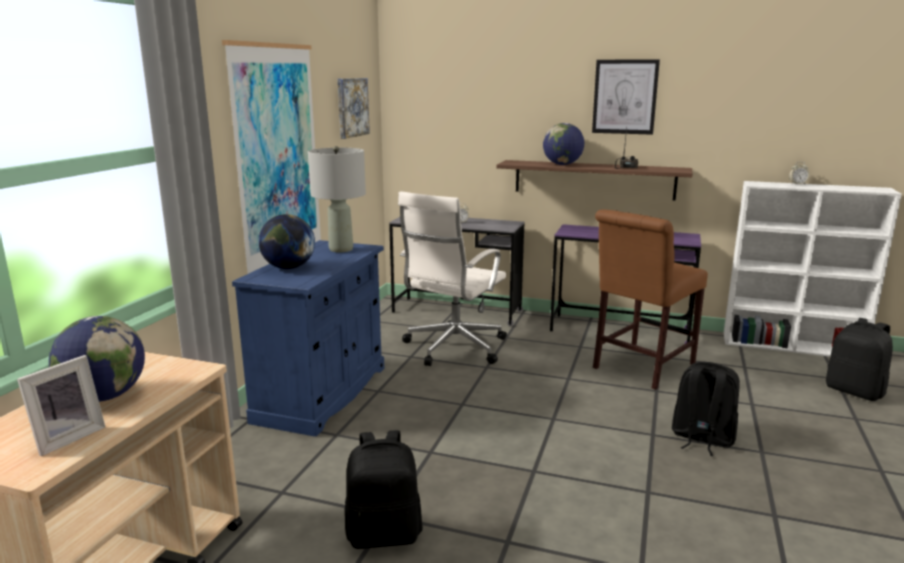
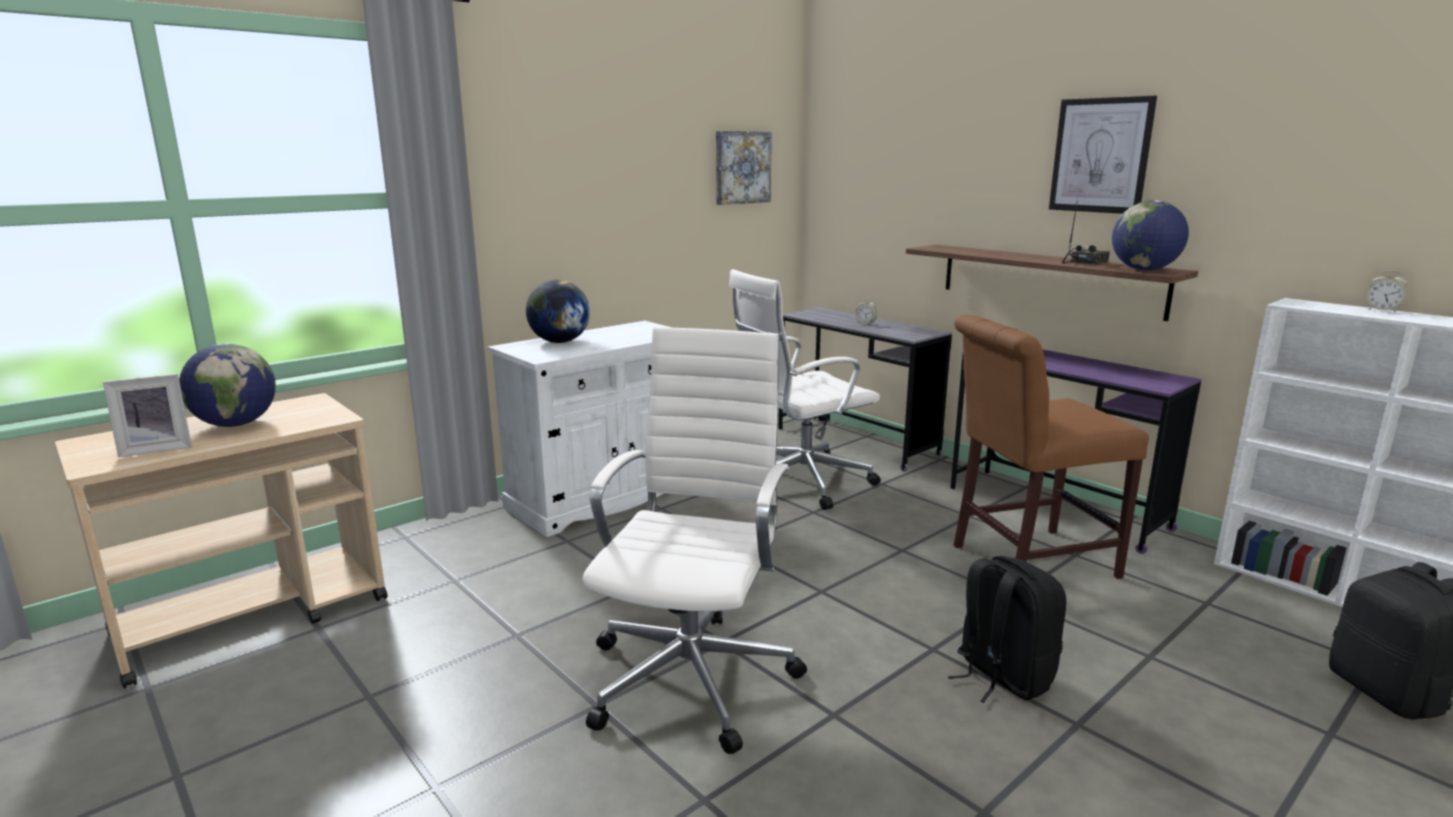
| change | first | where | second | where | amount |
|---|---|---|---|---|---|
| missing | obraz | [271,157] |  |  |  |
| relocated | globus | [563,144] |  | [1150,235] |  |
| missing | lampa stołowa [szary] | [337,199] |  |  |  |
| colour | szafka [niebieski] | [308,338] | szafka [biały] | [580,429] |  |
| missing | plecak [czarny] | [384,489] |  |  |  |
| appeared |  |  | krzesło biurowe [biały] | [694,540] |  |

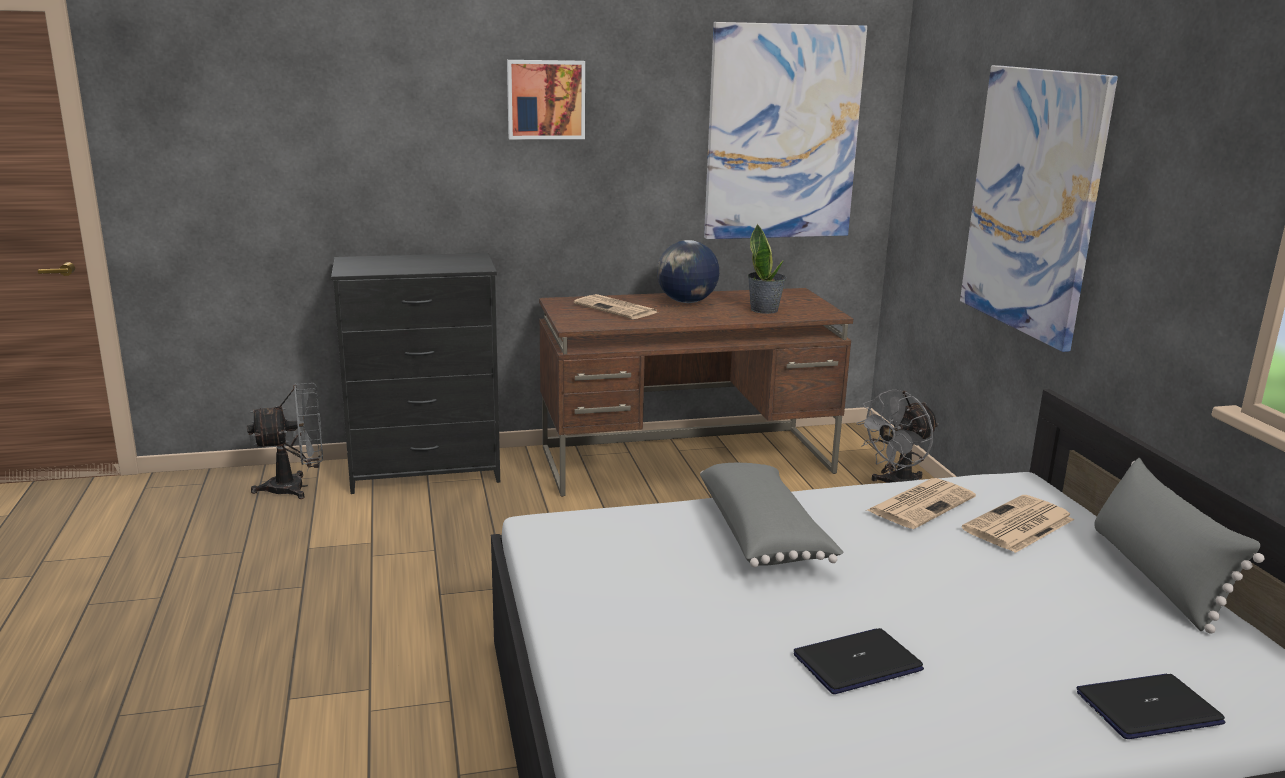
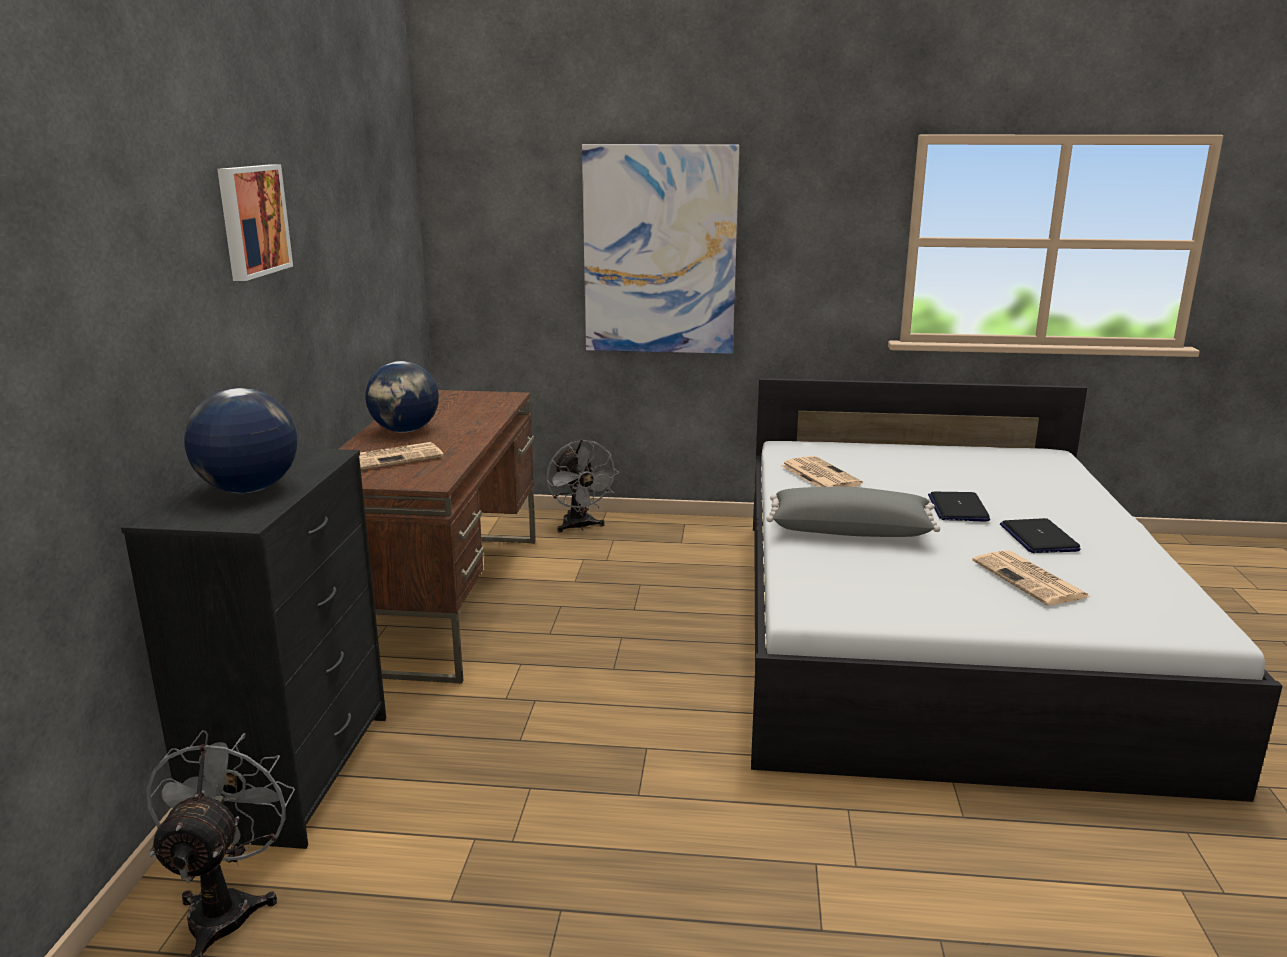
| change | first | where | second | where | amount |
|---|---|---|---|---|---|
| missing | obraz | [785,130] |  |  |  |
| missing | roślina doniczkowa | [767,269] |  |  |  |
| missing | poduszka [szary] | [1179,546] |  |  |  |
| relocated | gazeta | [1018,524] |  | [1031,577] |  |
| relocated | laptop | [1151,706] |  | [959,507] |  |
| appeared |  |  | globus | [240,440] |  |

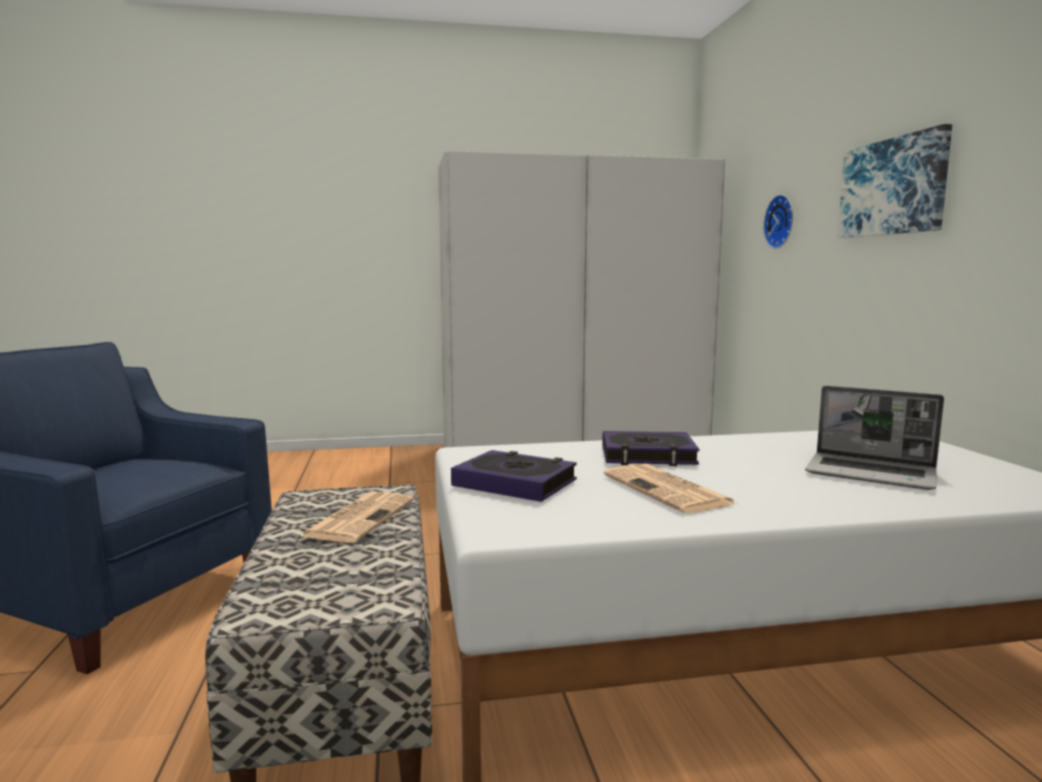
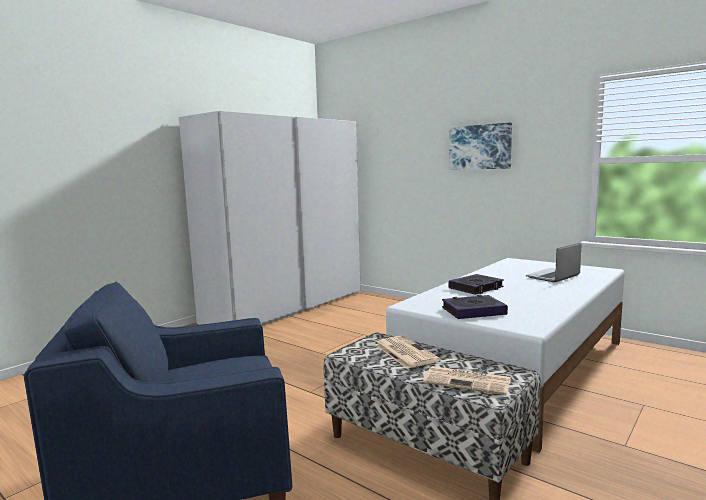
| change | first | where | second | where | amount |
|---|---|---|---|---|---|
| missing | zegar ścienny | [778,222] |  |  |  |
| spun | laptop | [874,438] |  | [554,262] | 150 degrees clockwise |
| relocated | gazeta | [670,488] |  | [467,381] |  |

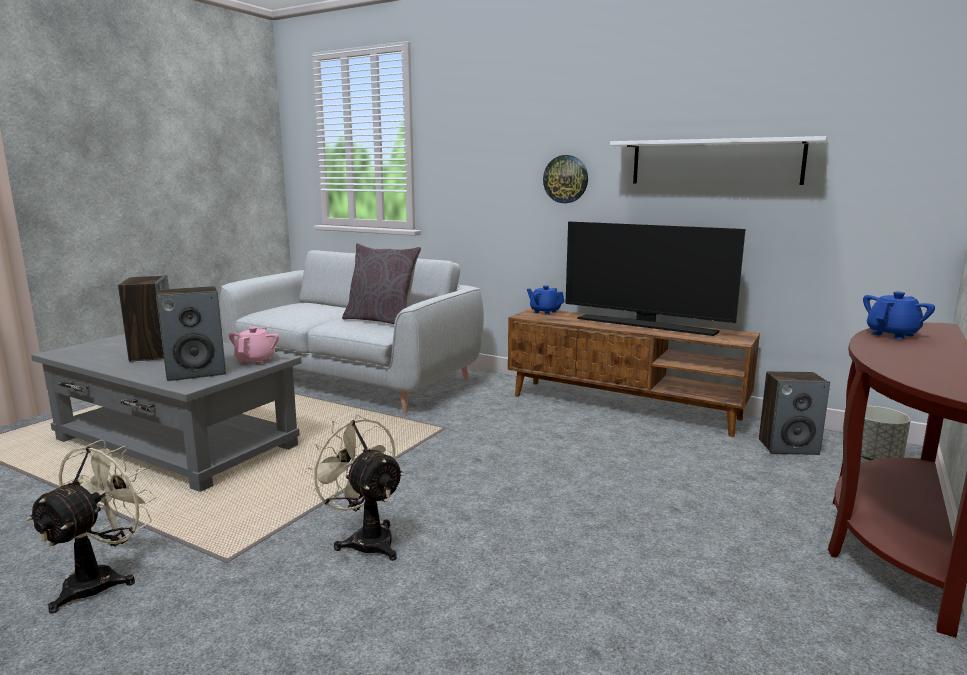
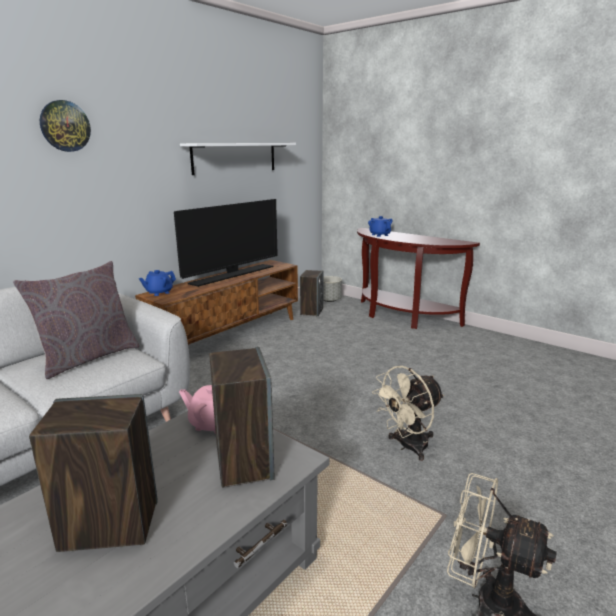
| change | first | where | second | where | amount |
|---|---|---|---|---|---|
| relocated | zegar ścienny | [565,179] |  | [65,126] |  |

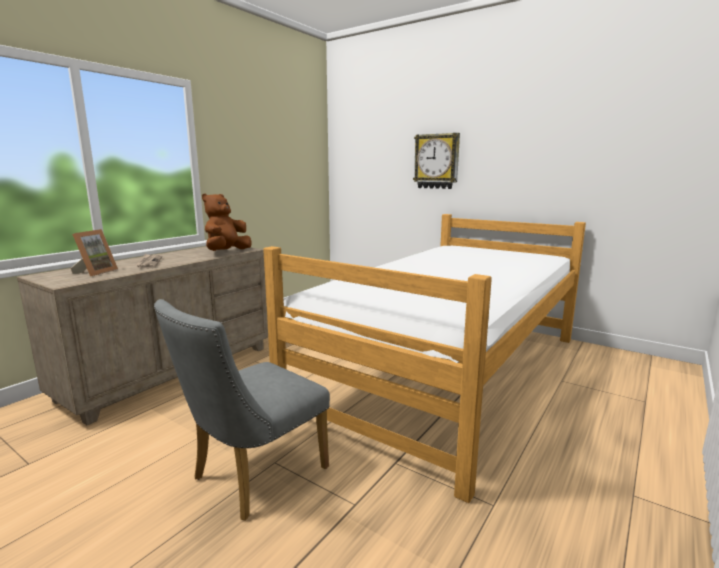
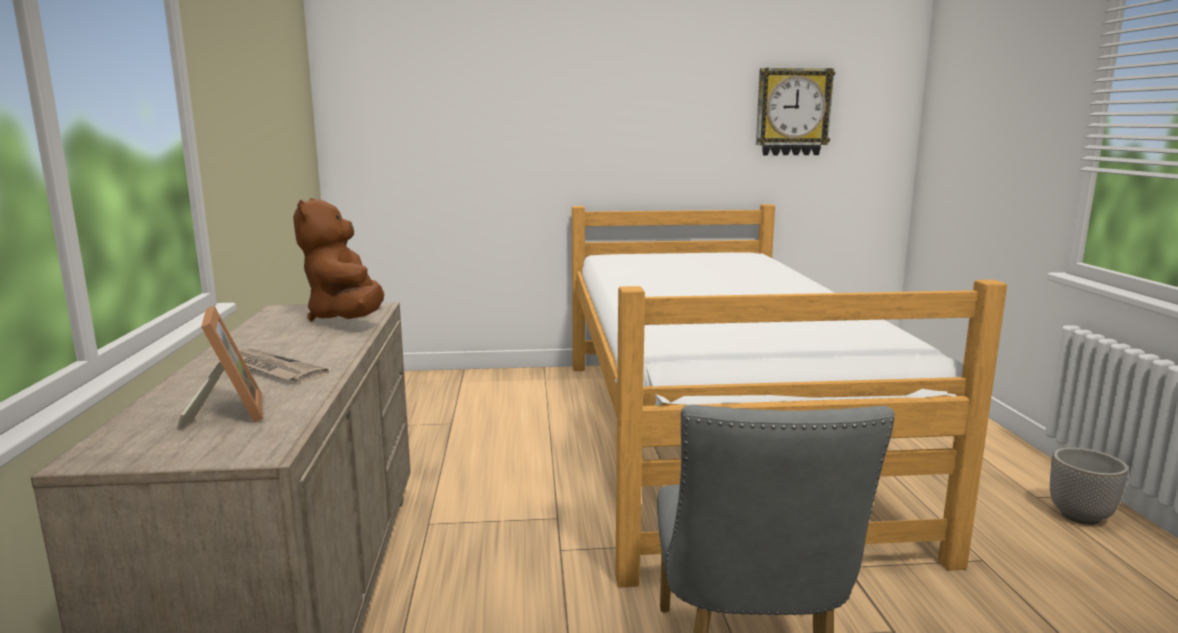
| change | first | where | second | where | amount |
|---|---|---|---|---|---|
| relocated | zegar ścienny | [436,161] |  | [795,111] |  |
| appeared |  |  | donica | [1089,486] |  |

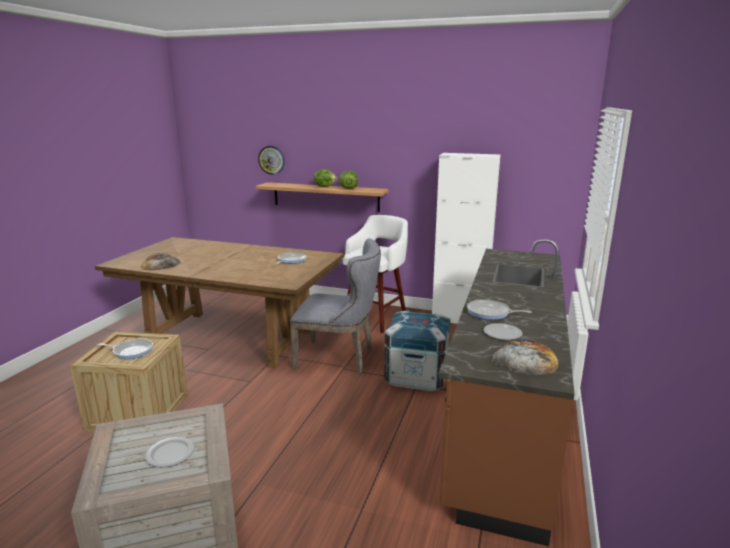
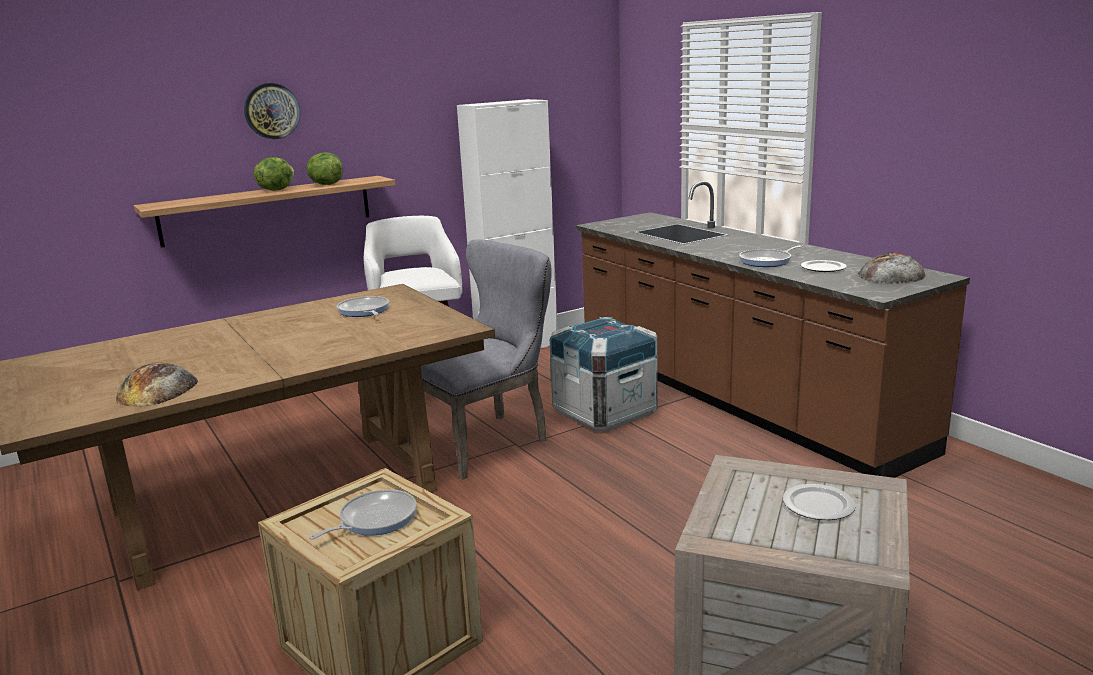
| change | first | where | second | where | amount |
|---|---|---|---|---|---|
| relocated | zegar ścienny | [271,160] |  | [272,111] |  |

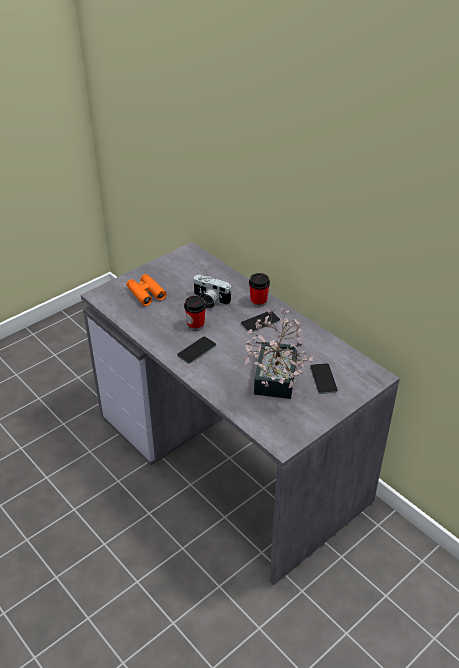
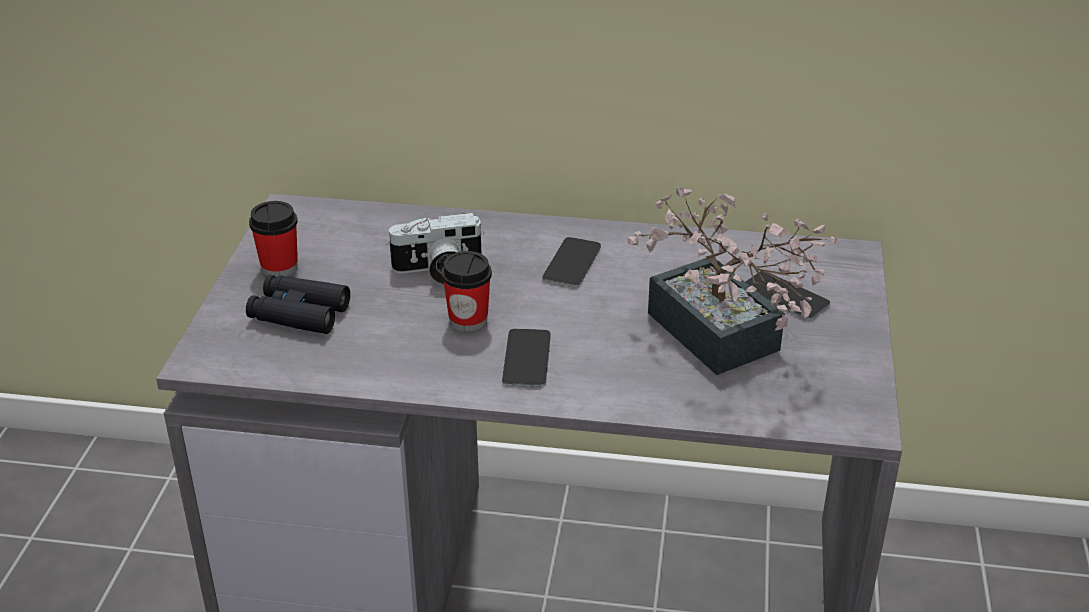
| change | first | where | second | where | amount |
|---|---|---|---|---|---|
| relocated | filiżanka | [259,290] |  | [273,239] |  |
| colour | lornetka [pomarańczowy] | [146,290] | lornetka [czarny] | [298,304] |  |

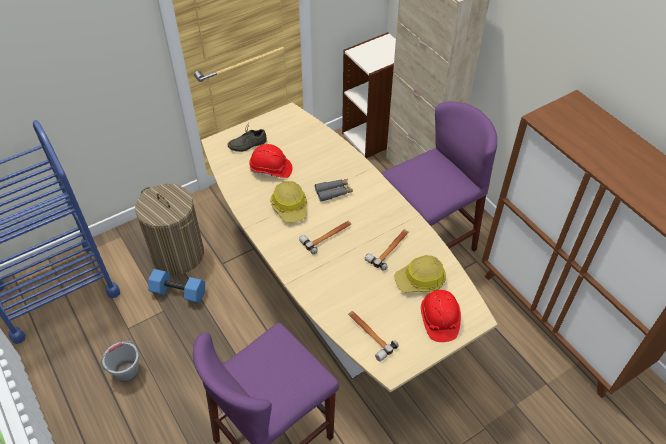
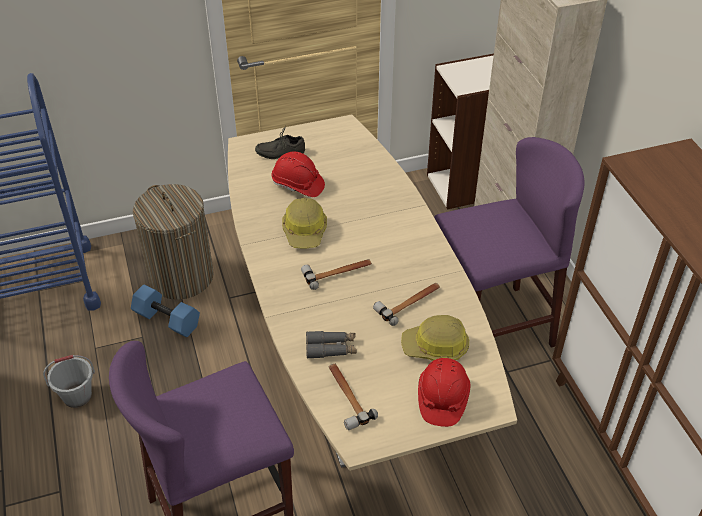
| change | first | where | second | where | amount |
|---|---|---|---|---|---|
| relocated | lornetka [szary] | [334,190] |  | [331,345] |  |

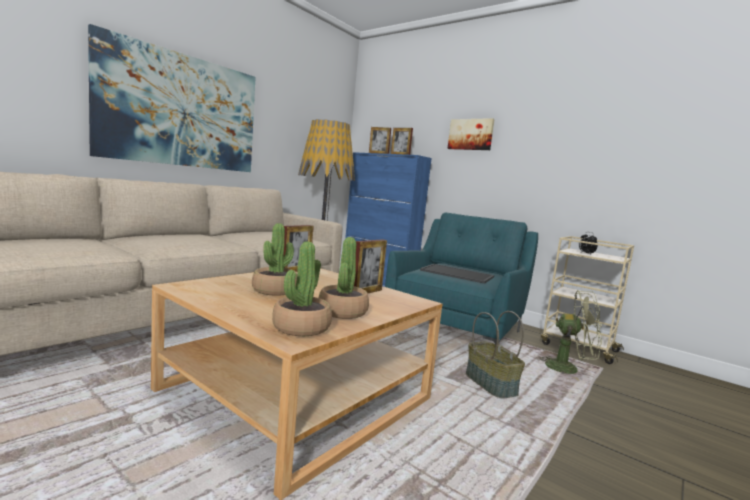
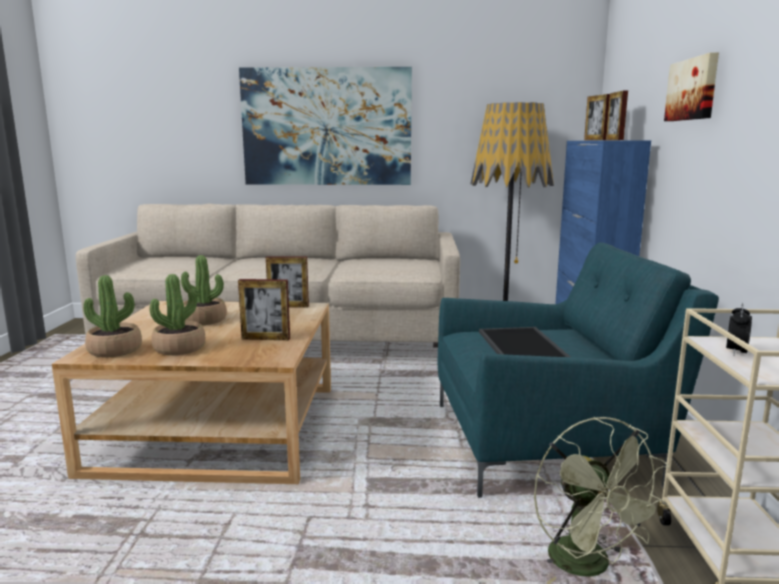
| change | first | where | second | where | amount |
|---|---|---|---|---|---|
| missing | koszyk | [495,355] |  |  |  |

